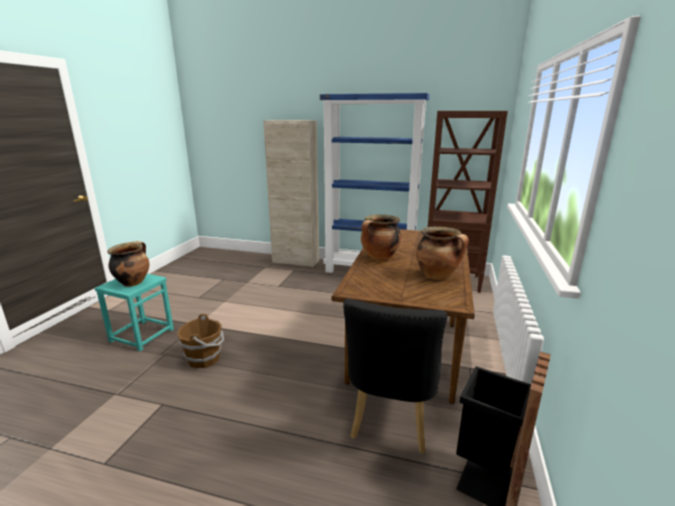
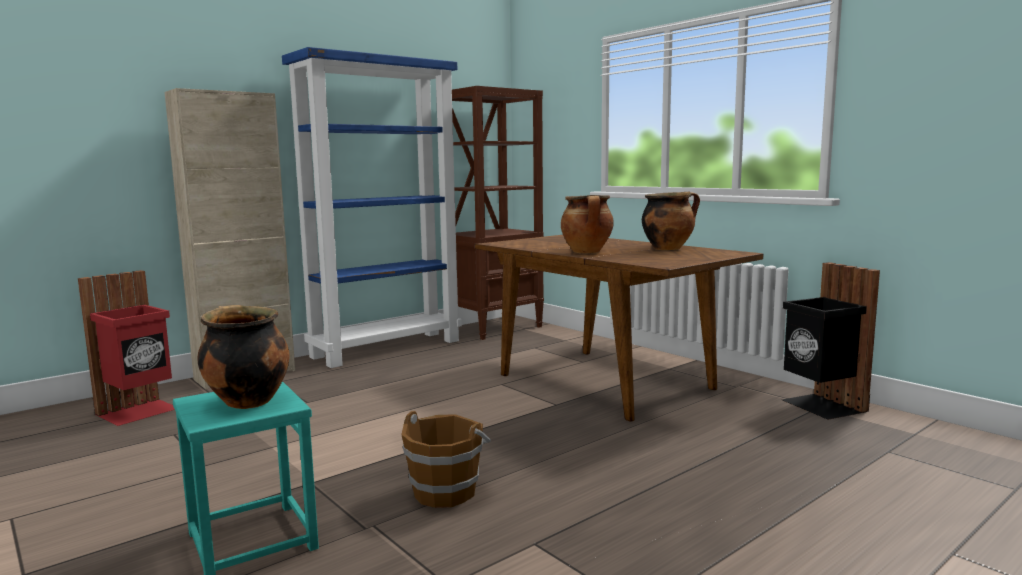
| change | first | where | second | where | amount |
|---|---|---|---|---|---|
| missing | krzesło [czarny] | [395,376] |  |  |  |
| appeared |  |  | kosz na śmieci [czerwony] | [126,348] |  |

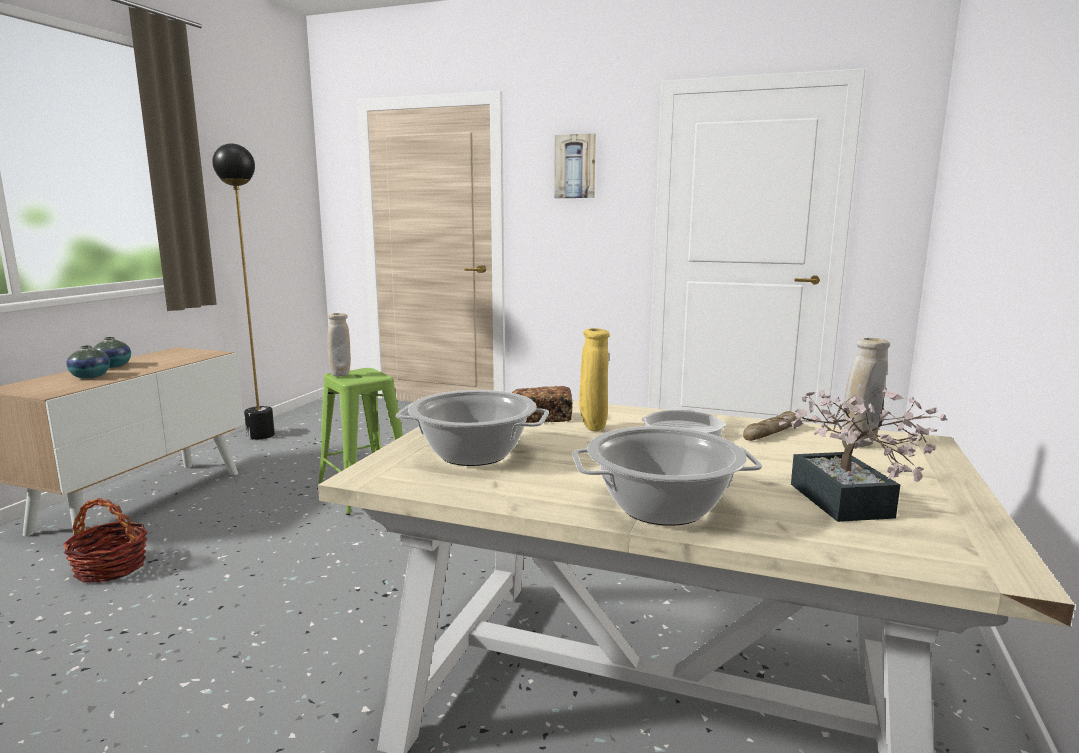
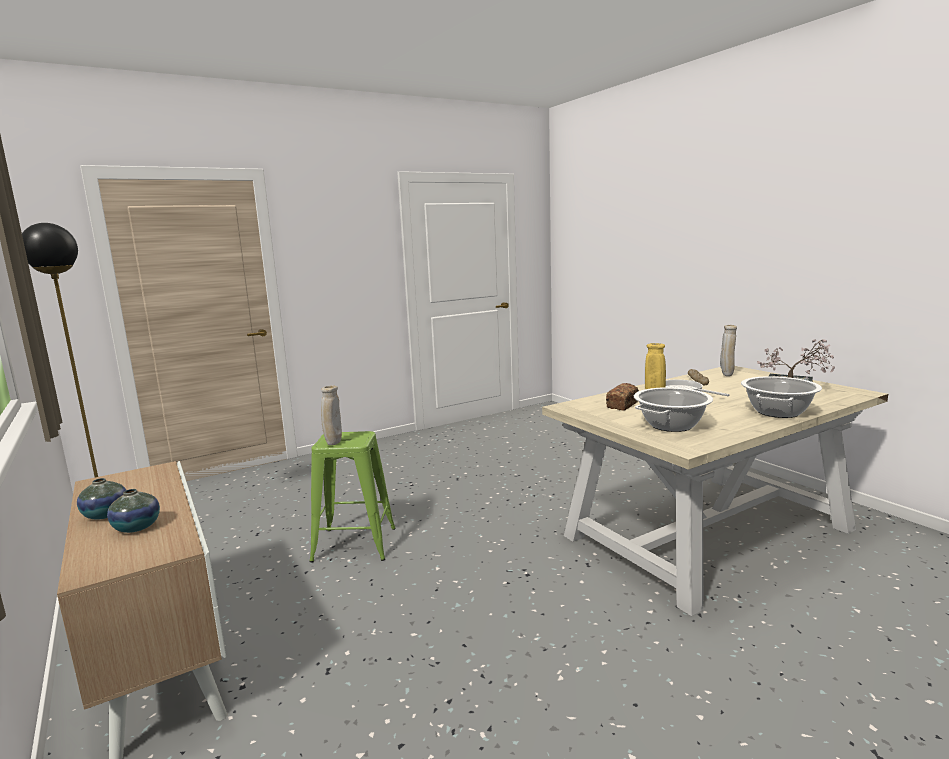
| change | first | where | second | where | amount |
|---|---|---|---|---|---|
| missing | obraz | [575,166] |  |  |  |
| missing | koszyk | [105,540] |  |  |  |

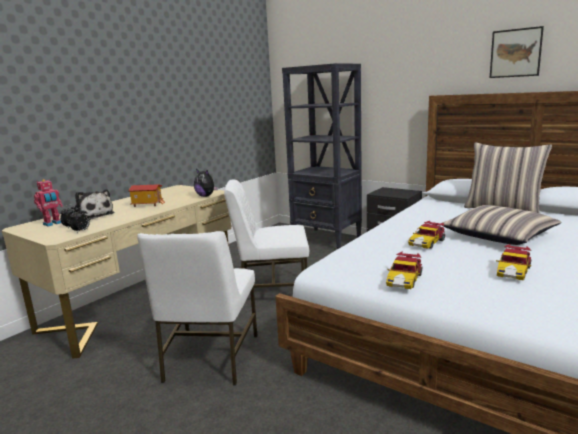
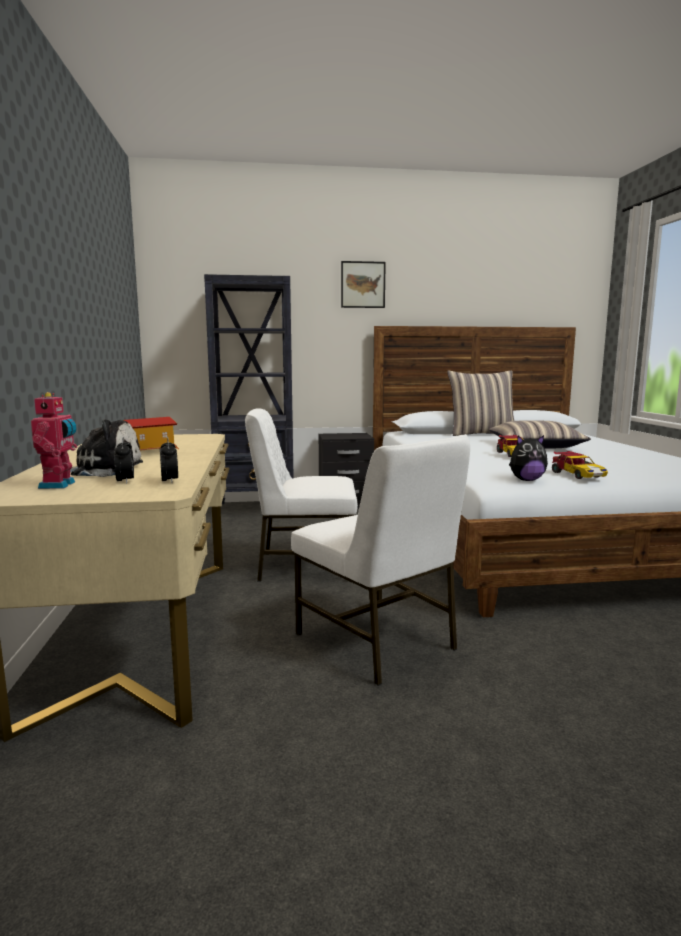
| change | first | where | second | where | amount |
|---|---|---|---|---|---|
| relocated | obraz | [517,52] |  | [363,284] |  |
| relocated | pluszak | [206,183] |  | [528,458] |  |
| spun | krzesło [biały] | [266,233] |  | [301,495] | 45 degrees clockwise |
| missing | samochodzik | [514,262] |  |  |  |

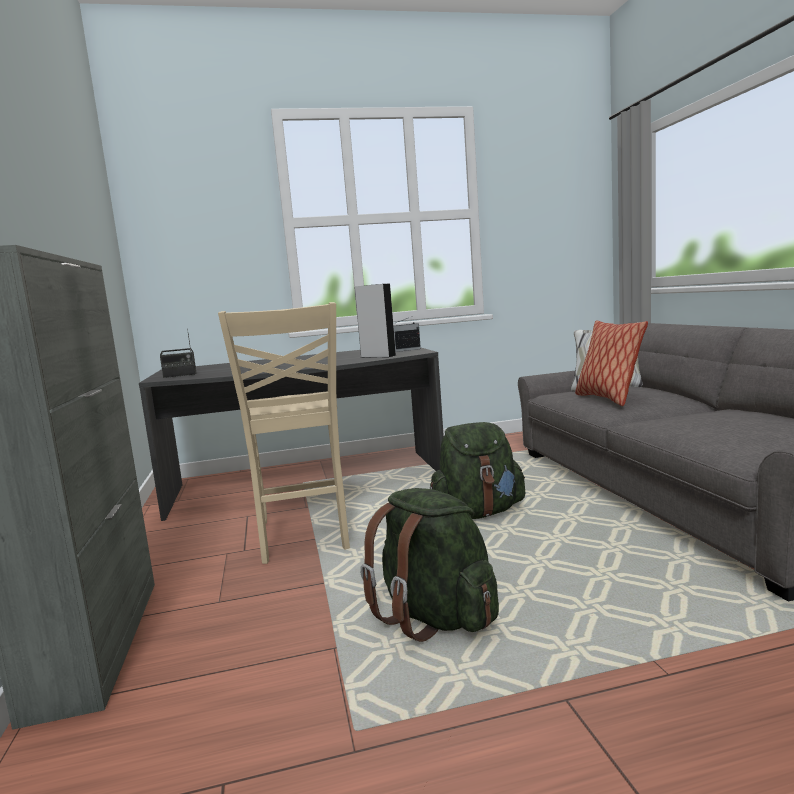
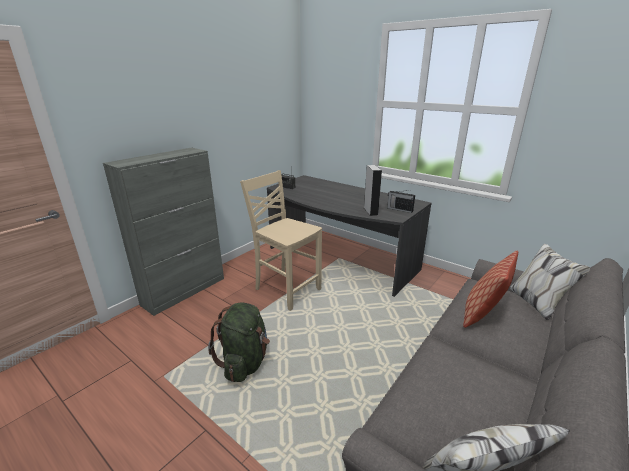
| change | first | where | second | where | amount |
|---|---|---|---|---|---|
| spun | krzesło [beżowy] | [284,433] |  | [281,240] | 90 degrees clockwise |
| missing | plecak [zielony] | [477,470] |  |  |  |

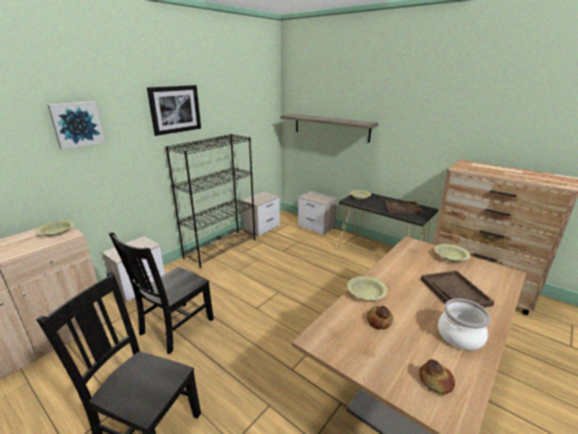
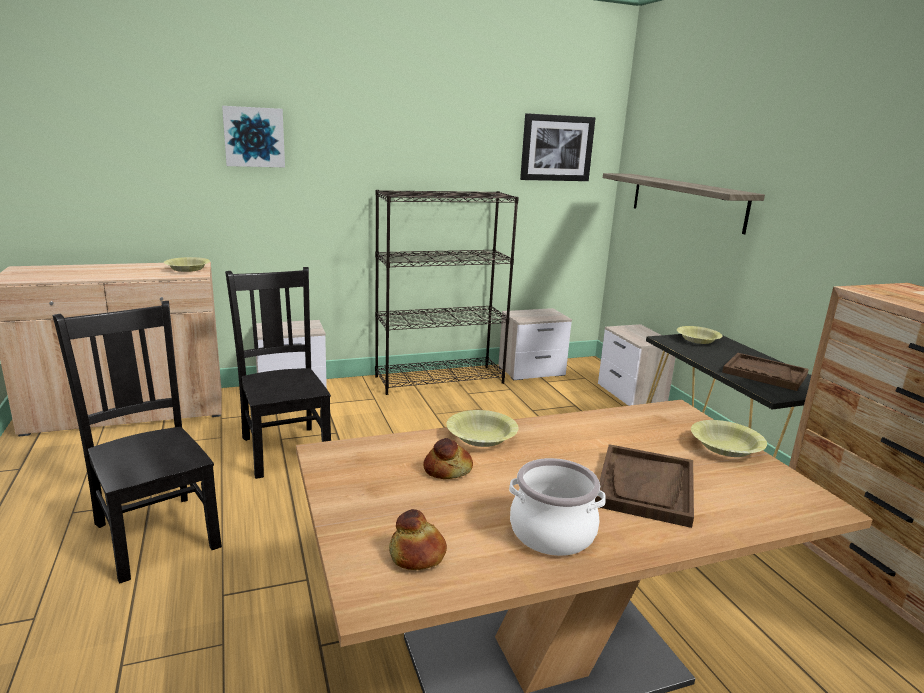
| change | first | where | second | where | amount |
|---|---|---|---|---|---|
| relocated | obraz | [174,110] |  | [558,147] |  |
| spun | krzesło [czarny] | [161,293] |  | [278,373] | 90 degrees clockwise |

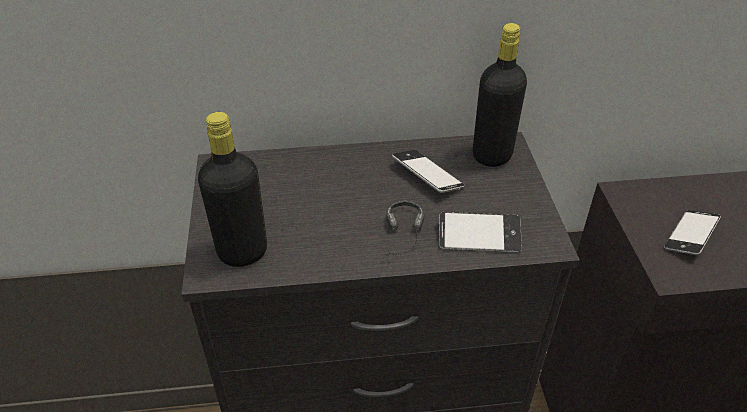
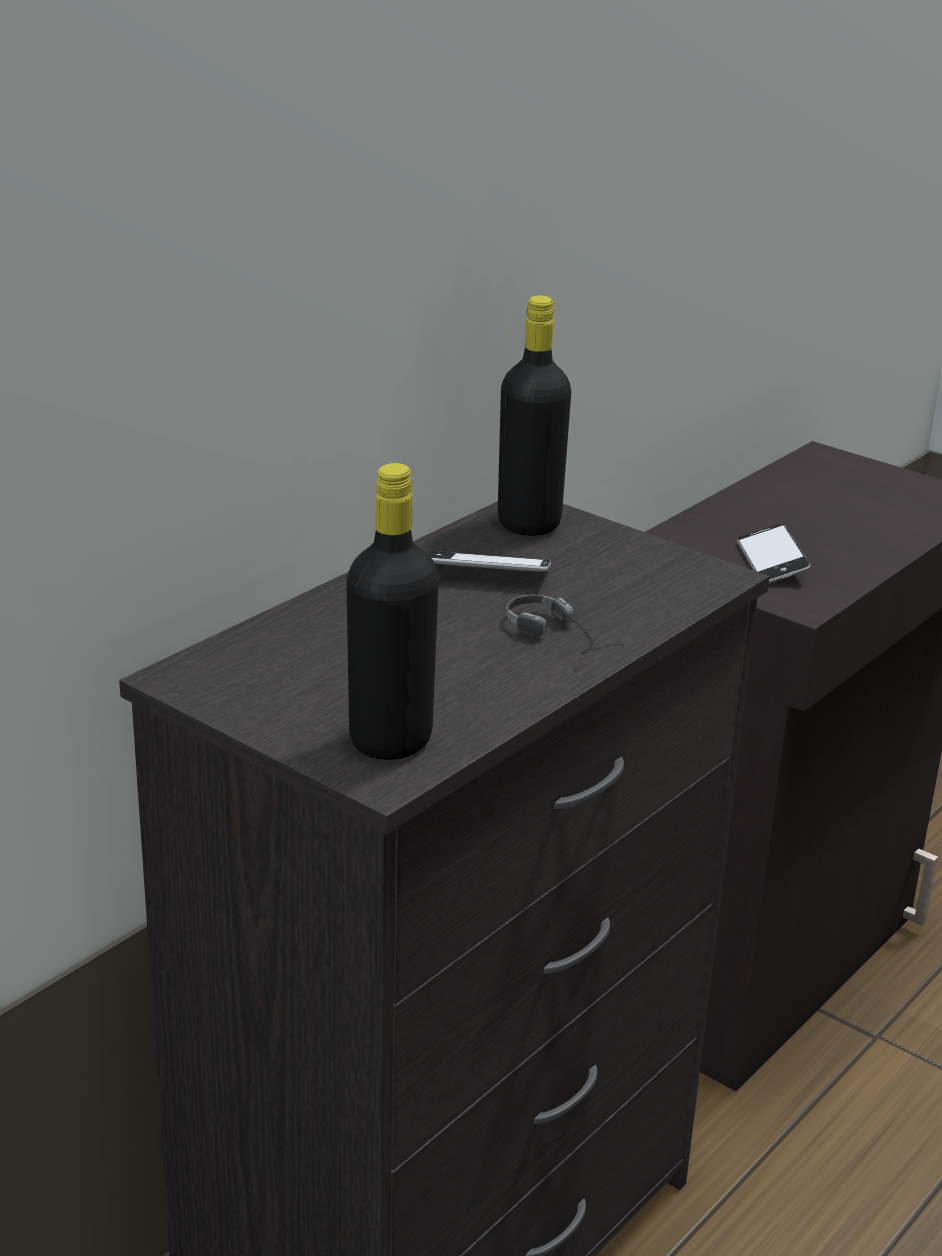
| change | first | where | second | where | amount |
|---|---|---|---|---|---|
| missing | telefon | [480,232] |  |  |  |

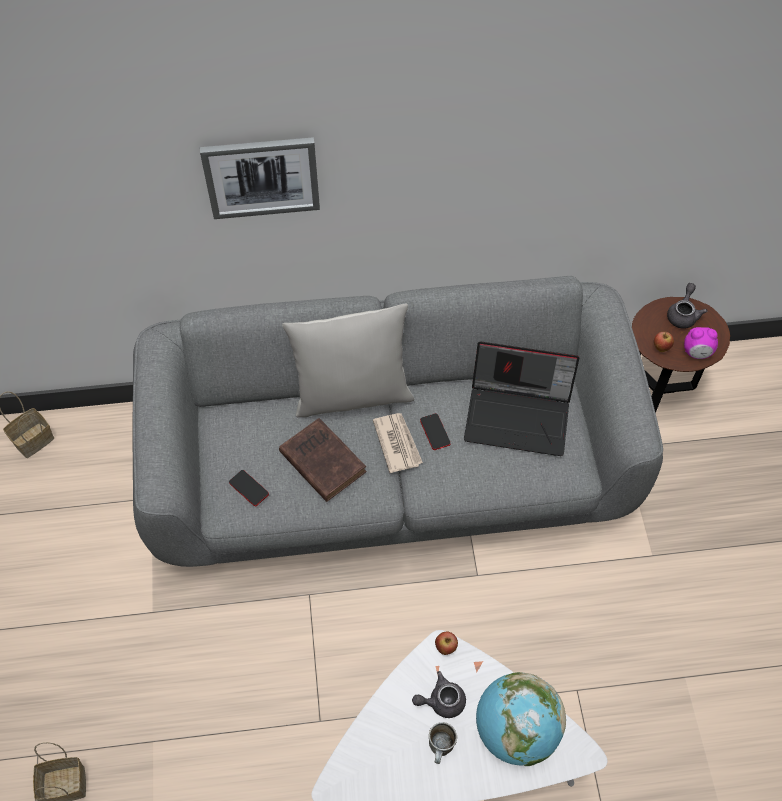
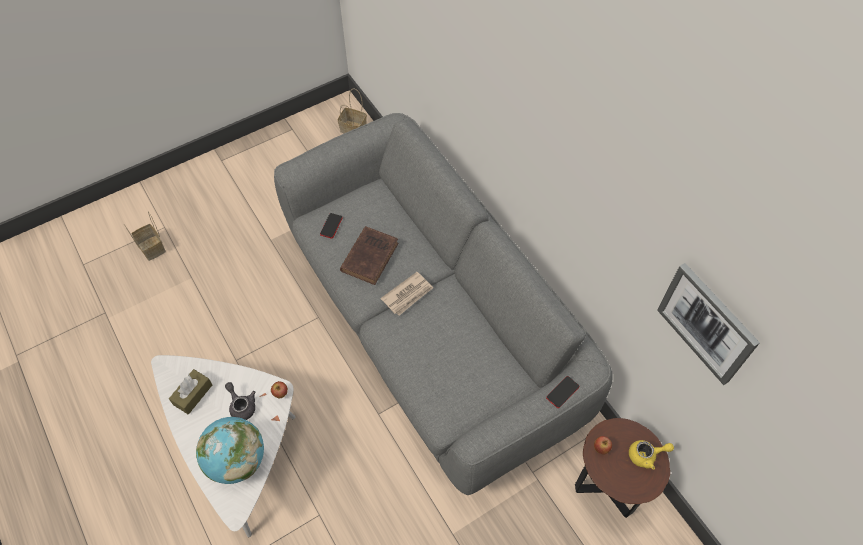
| change | first | where | second | where | amount |
|---|---|---|---|---|---|
| relocated | obraz | [260,178] |  | [708,324] |  |
| colour | imbryk [szary] | [687,306] | imbryk [żółty] | [651,455] |  |
| missing | poduszka [szary] | [348,360] |  |  |  |
| missing | budzik | [701,343] |  |  |  |
| missing | laptop | [521,398] |  |  |  |
| relocated | telefon | [435,431] |  | [562,392] |  |
| missing | kubek | [443,743] |  |  |  |
| appeared |  |  | pudełko chusteczek [brązowy] | [190,392] |  |

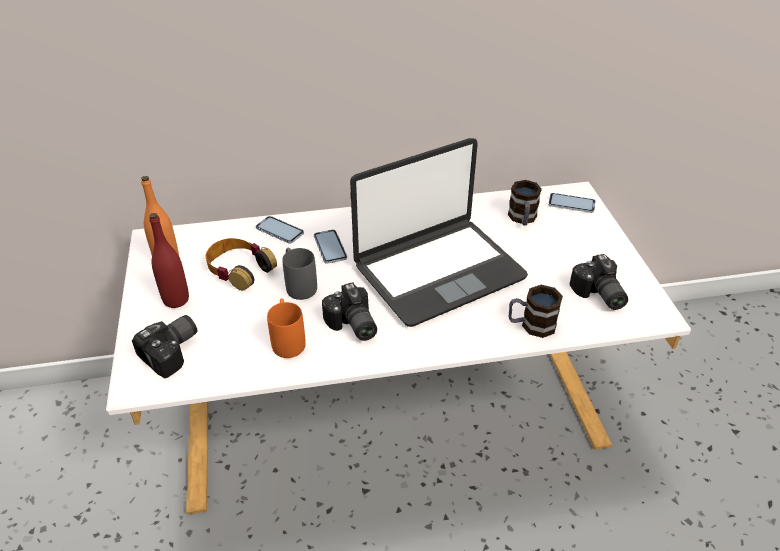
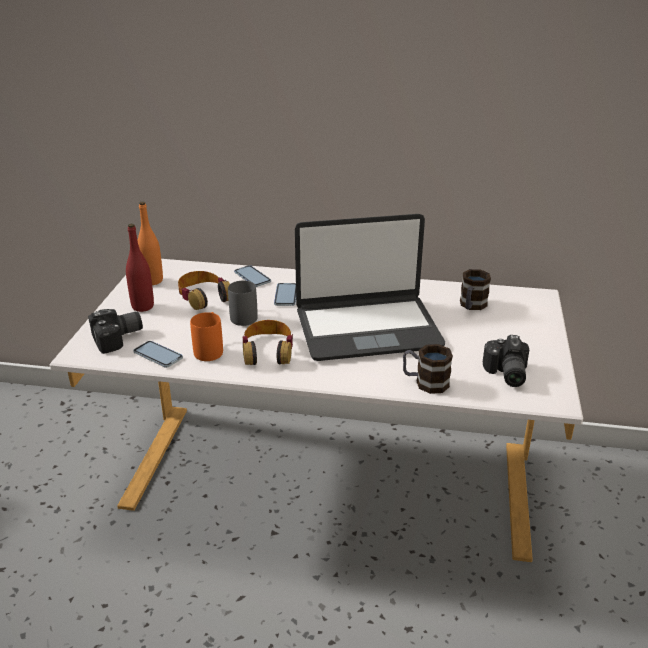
| change | first | where | second | where | amount |
|---|---|---|---|---|---|
| relocated | telefon | [572,203] |  | [158,354] |  |
| exchanged | aparat fotograficzny | [349,312] | słuchawki | [268,342] |  |

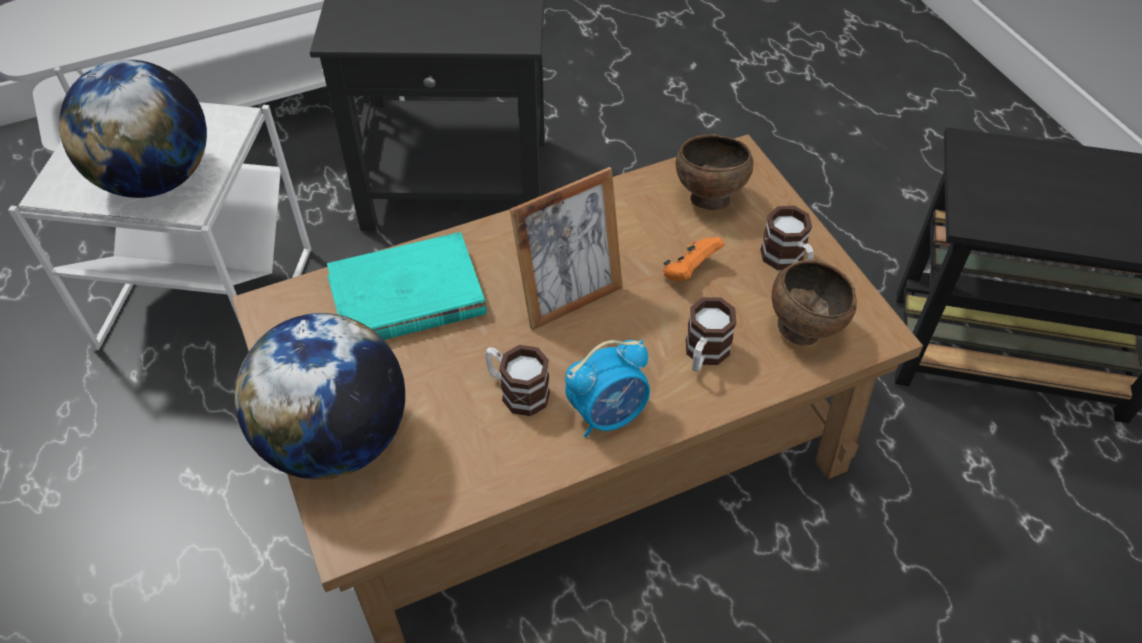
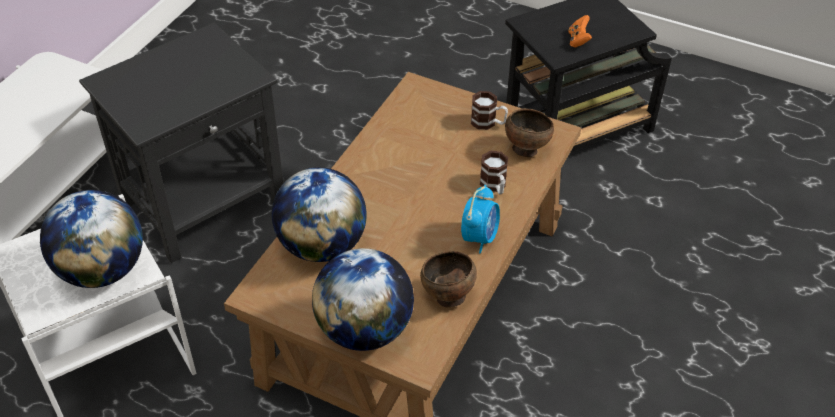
| change | first | where | second | where | amount |
|---|---|---|---|---|---|
| relocated | miska [brązowy] | [714,172] |  | [448,279] |  |
| missing | ramka na zdjęcie | [566,248] |  |  |  |
| exchanged | książka [turkusowy] | [407,286] | globus | [319,214] |  |
| relocated | pad do gier [pomarańczowy] | [694,259] |  | [580,31] |  |
| missing | kubek | [517,380] |  |  |  |

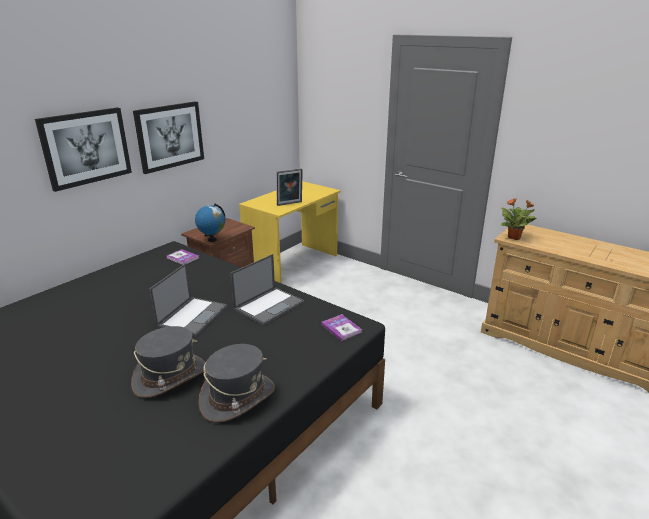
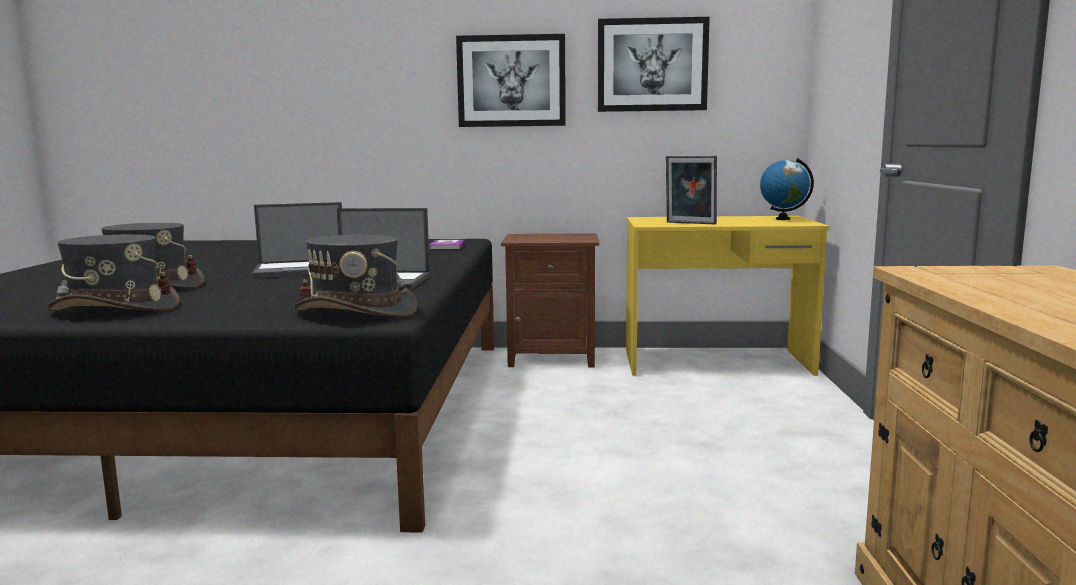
| change | first | where | second | where | amount |
|---|---|---|---|---|---|
| relocated | obraz | [83,149] |  | [654,64] |  |
| missing | roślina doniczkowa | [519,219] |  |  |  |
| relocated | globus | [210,222] |  | [787,189] |  |
| exchanged | książka | [341,327] | kapelusz [szary] | [355,276] |  |

